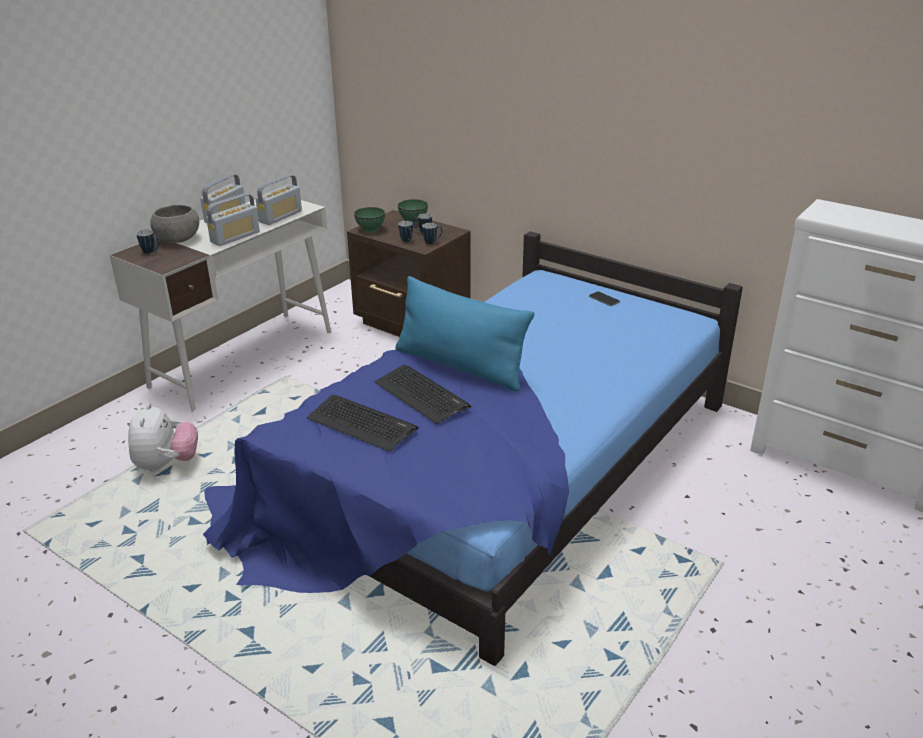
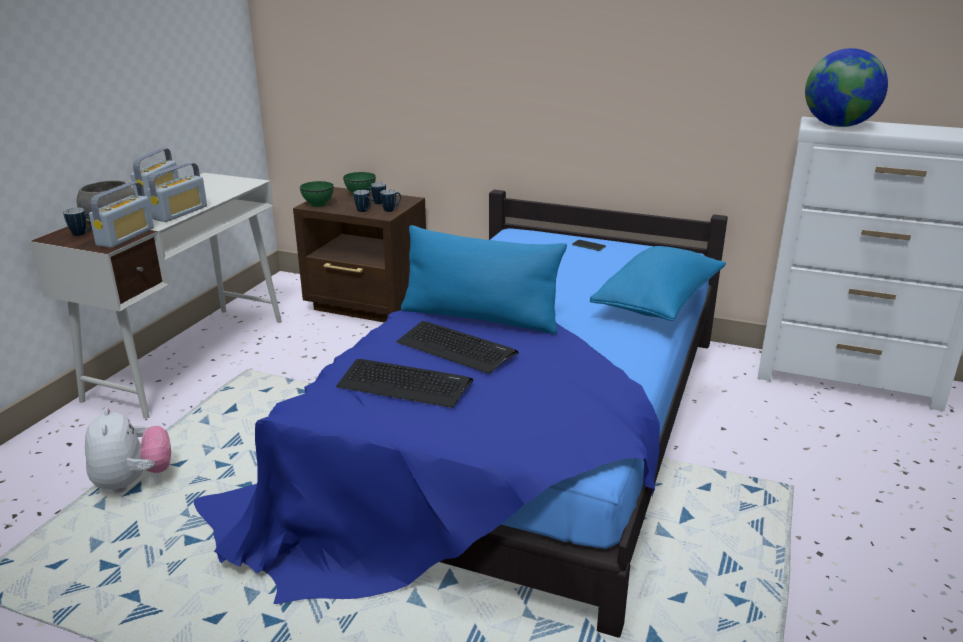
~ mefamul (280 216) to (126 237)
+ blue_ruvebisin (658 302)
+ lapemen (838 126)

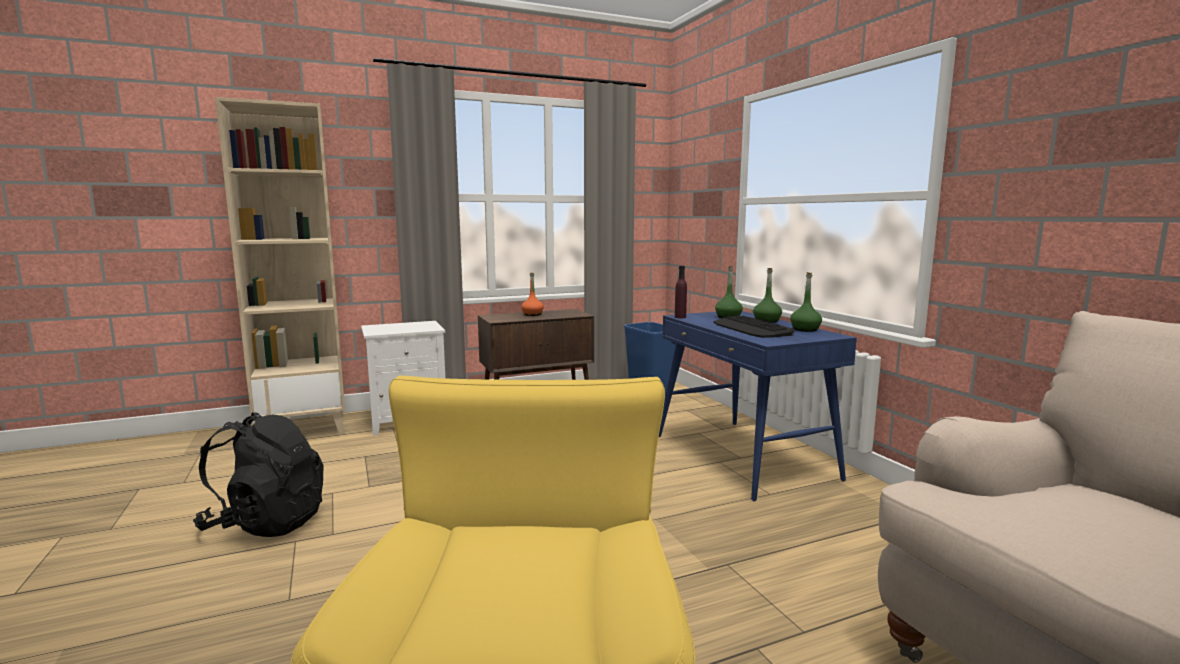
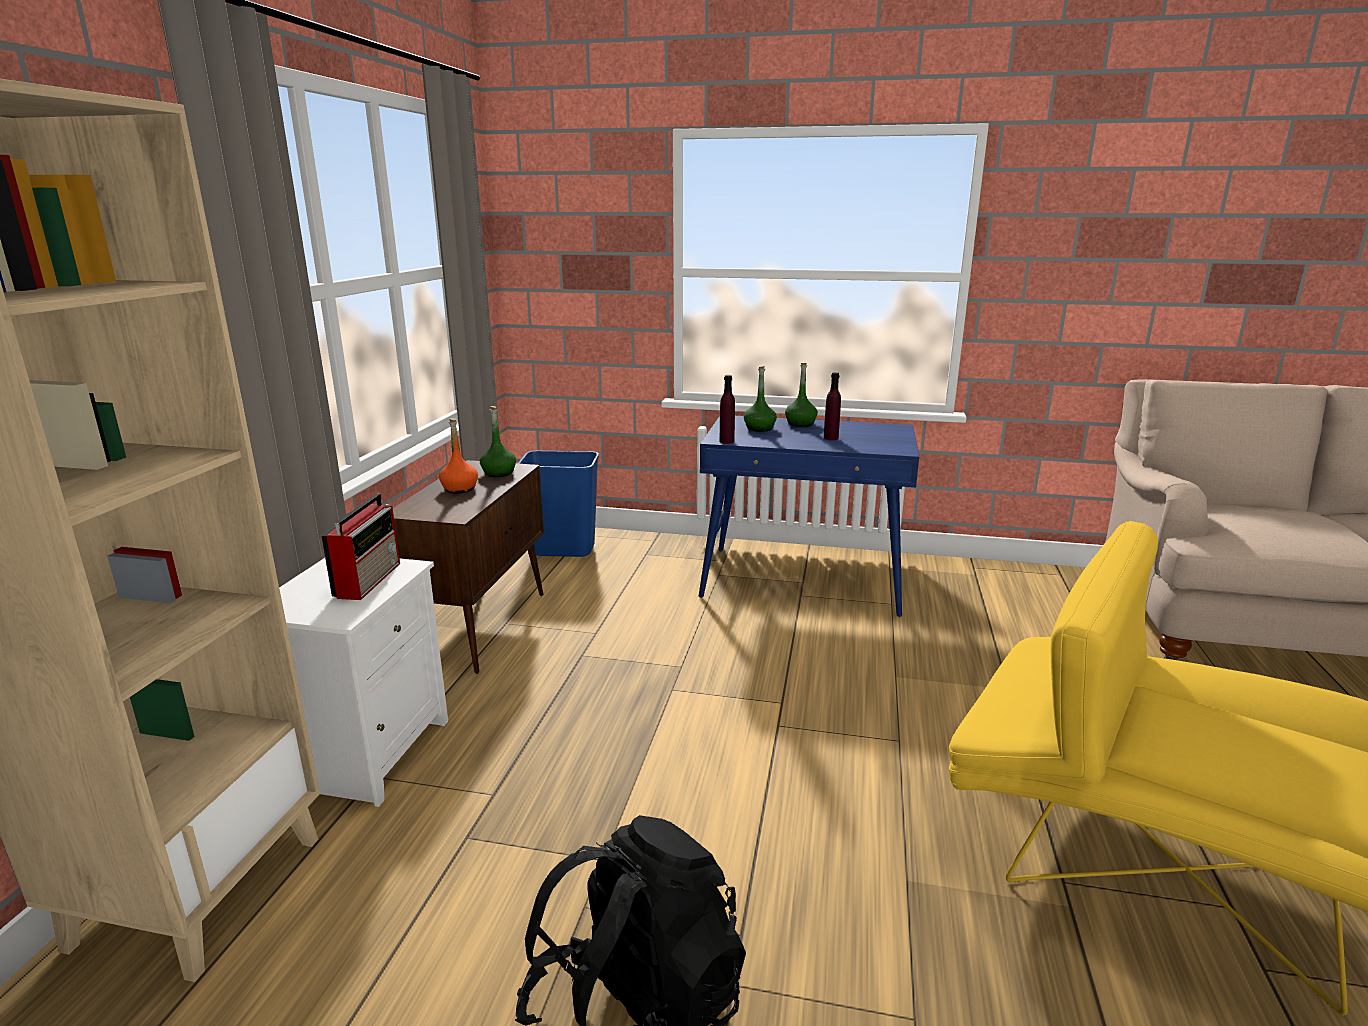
+ mefamul (369 579)
~ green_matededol (805 329) to (499 473)
~ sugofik (751 328) to purple_matededol (831 438)

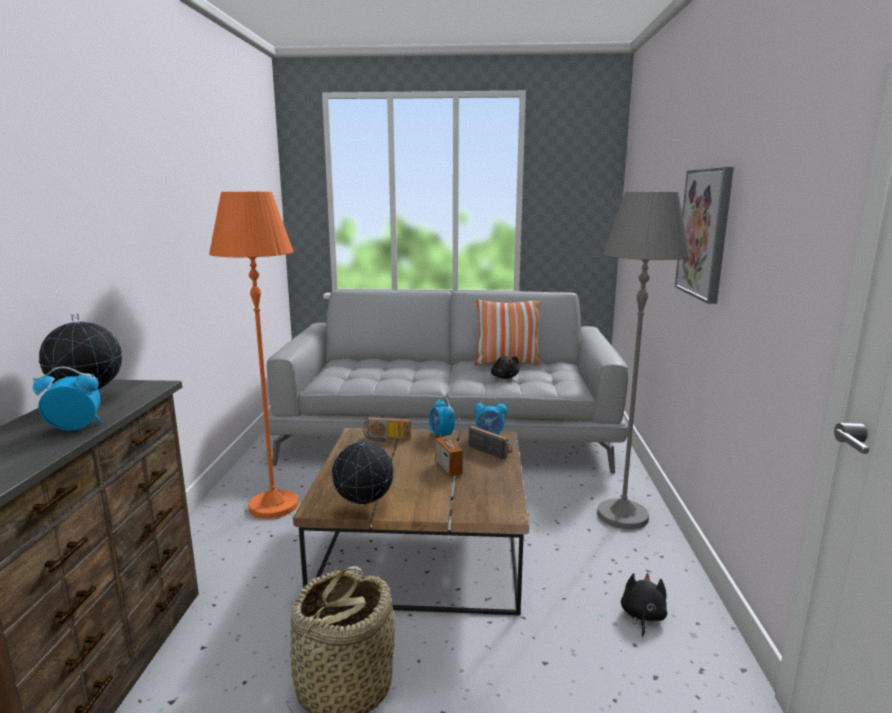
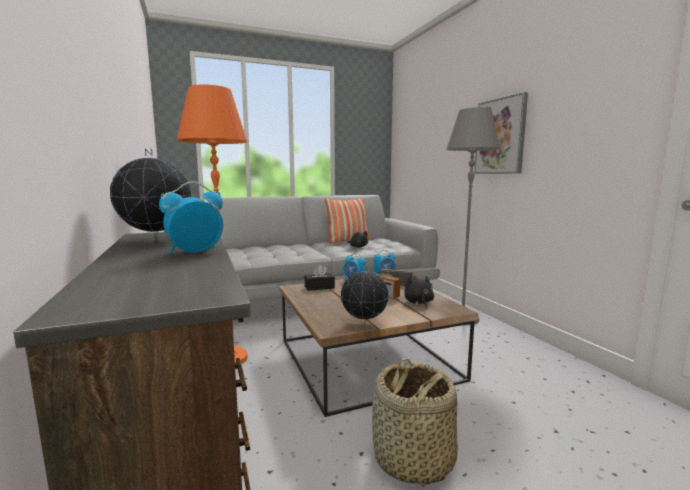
~ mefamul (386 439) to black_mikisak (319 287)
~ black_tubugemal (642 616) to (418 303)

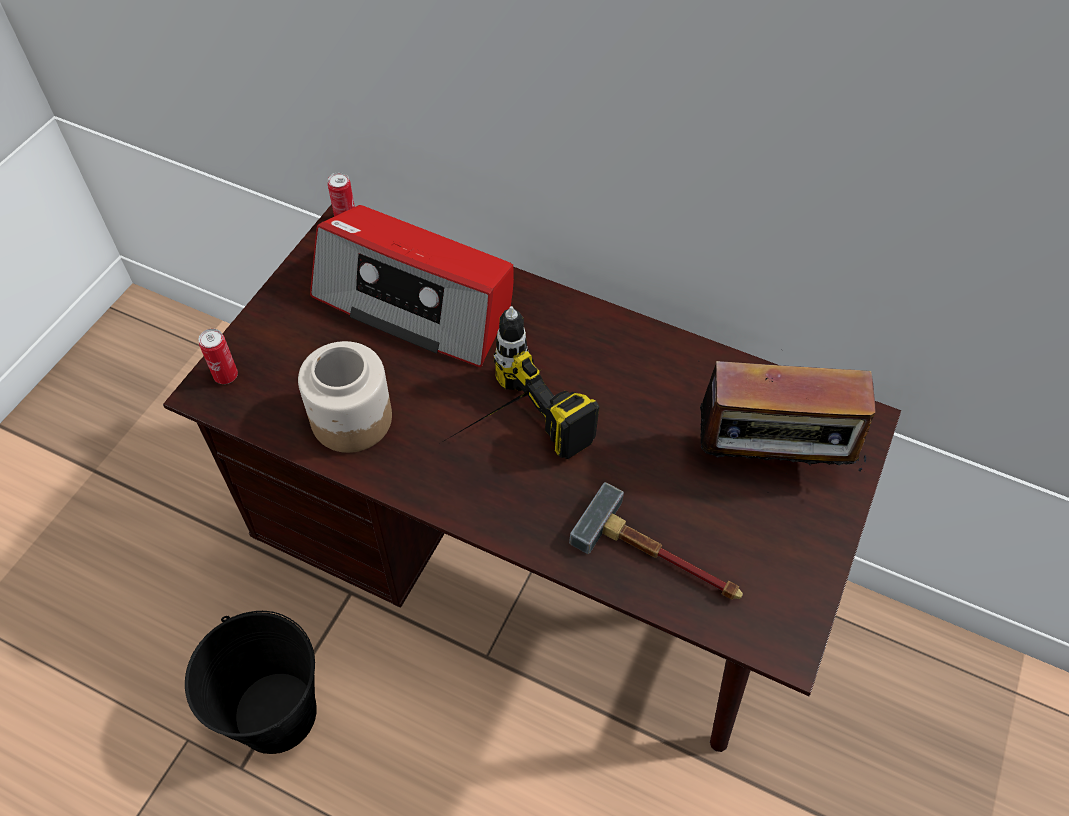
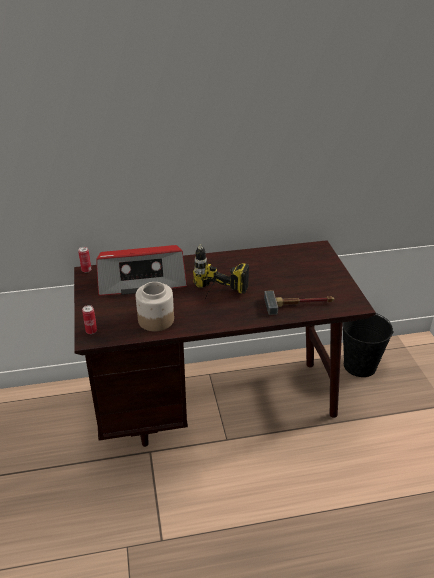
~ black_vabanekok (276 714) to (360 366)
- mefamul (768 460)

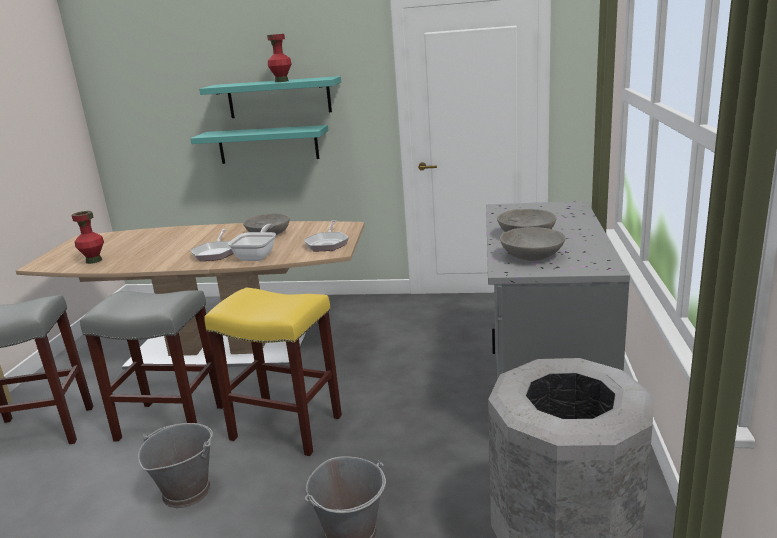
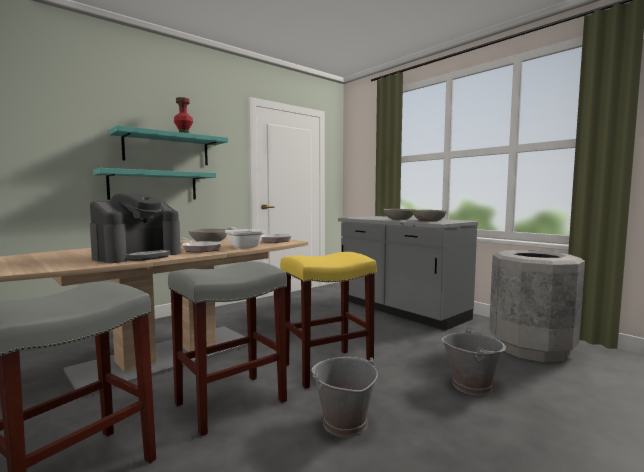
+ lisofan (138 256)
- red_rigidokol (94 260)

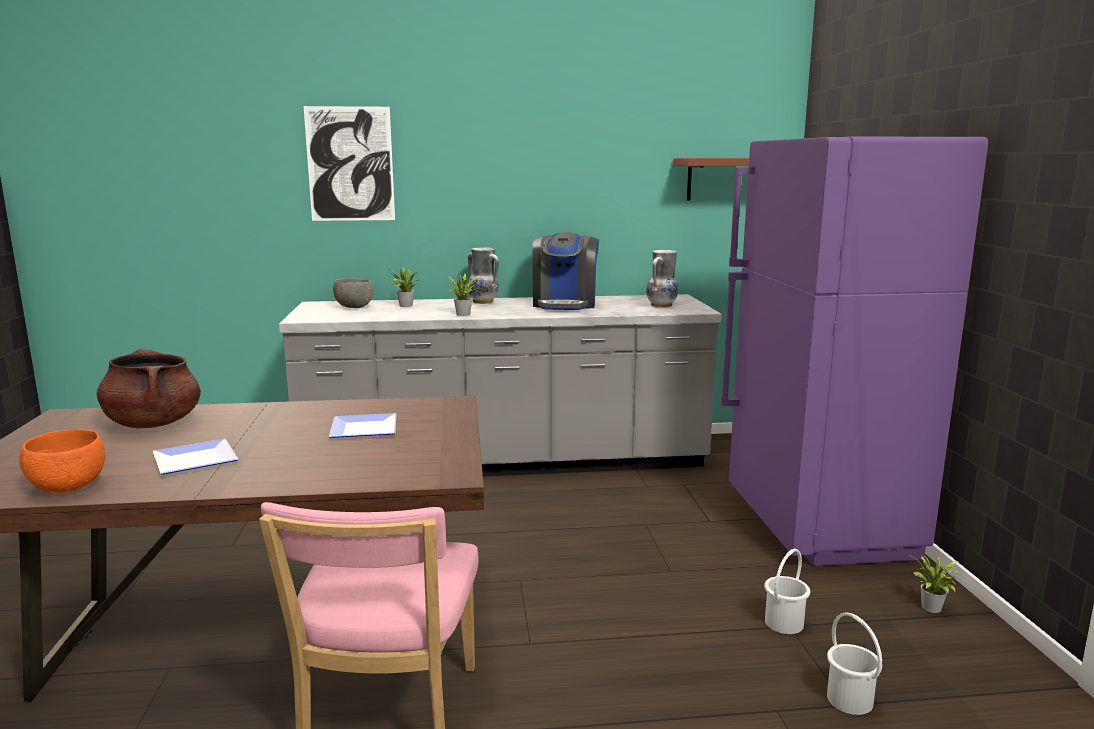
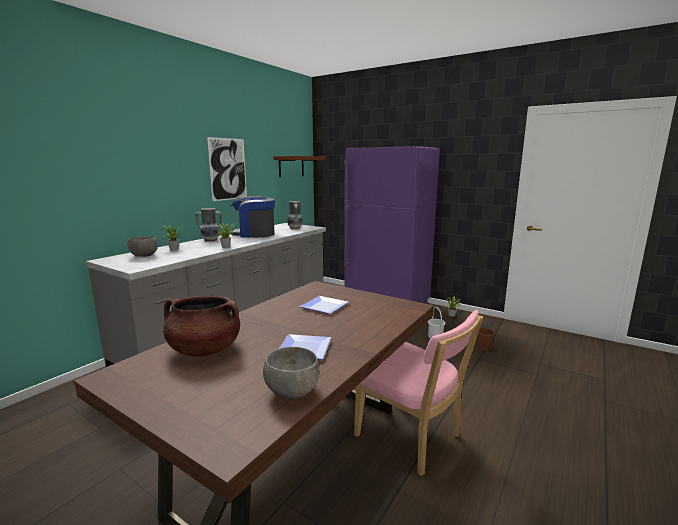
~ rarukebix (350 164) to (228 169)
~ lisofan (565 304) = (254 234) 135 degrees clockwise
~ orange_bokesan (67 488) to grey_bokesan (292 393)
~ white_vabanekok (850 699) to brown_vabanekok (483 346)

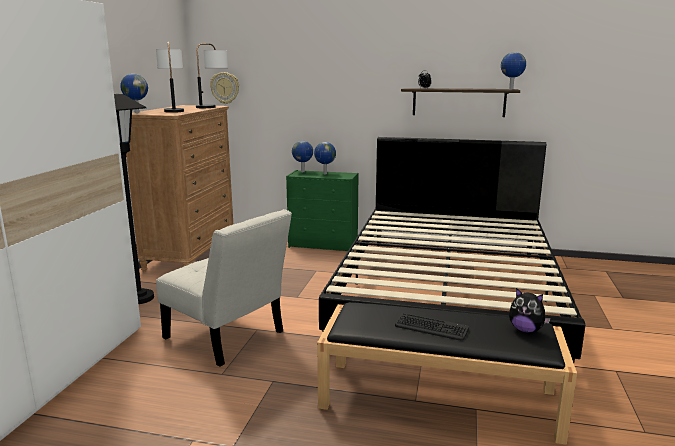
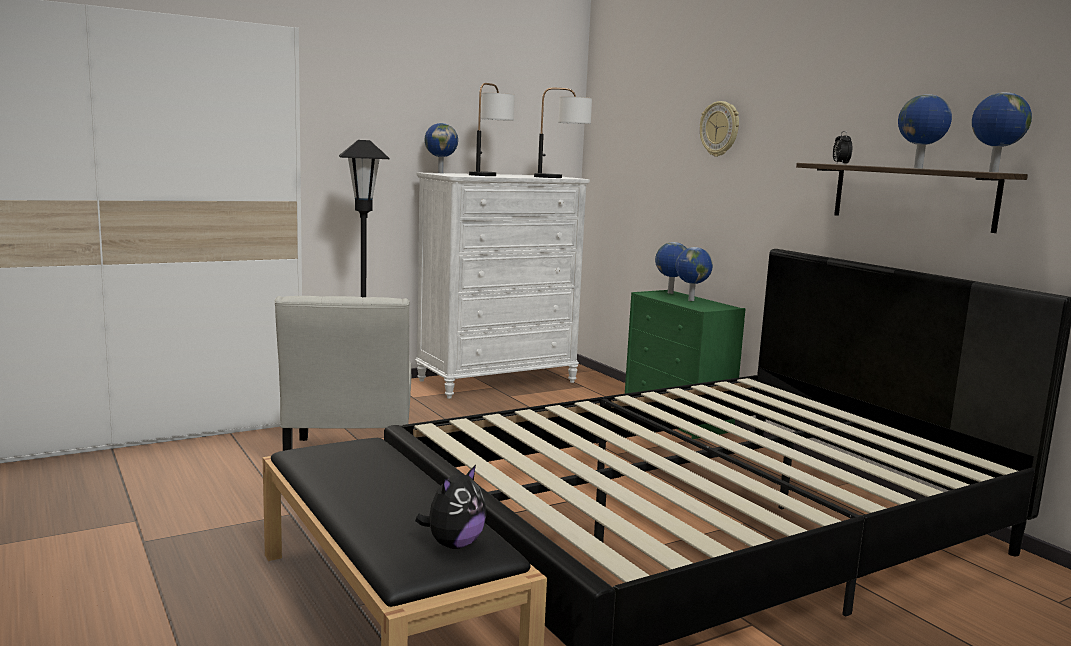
~ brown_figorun (191 255) to white_figorun (497 381)
~ tubugemal (526 330) = (453 544) 135 degrees counterclockwise
~ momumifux (225 88) to (720 129)
+ lapemen (918 168)
- sugofik (431 328)

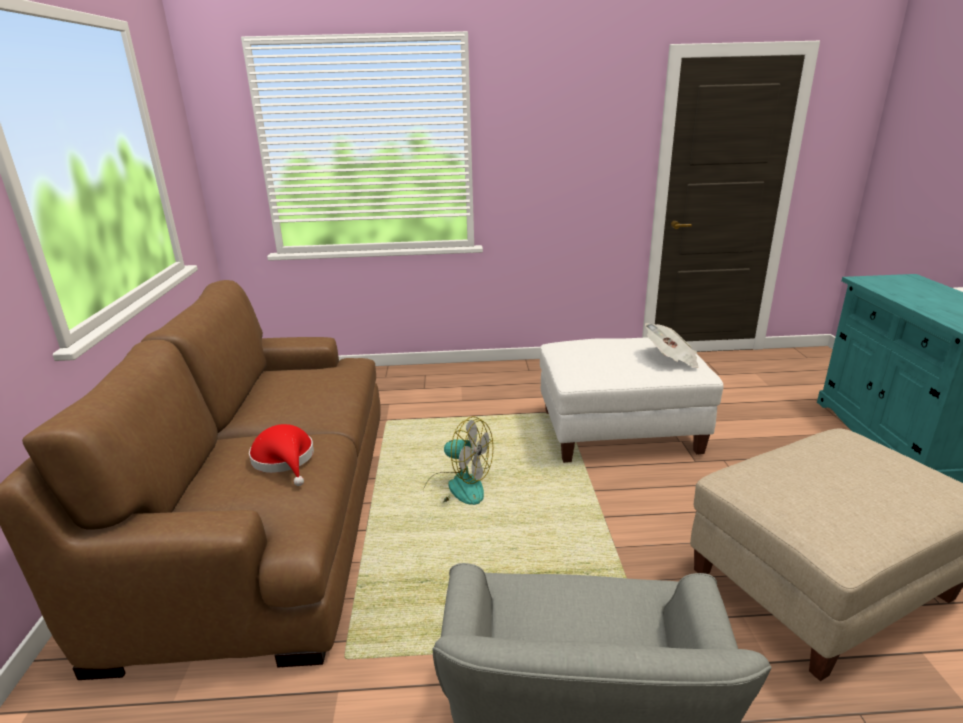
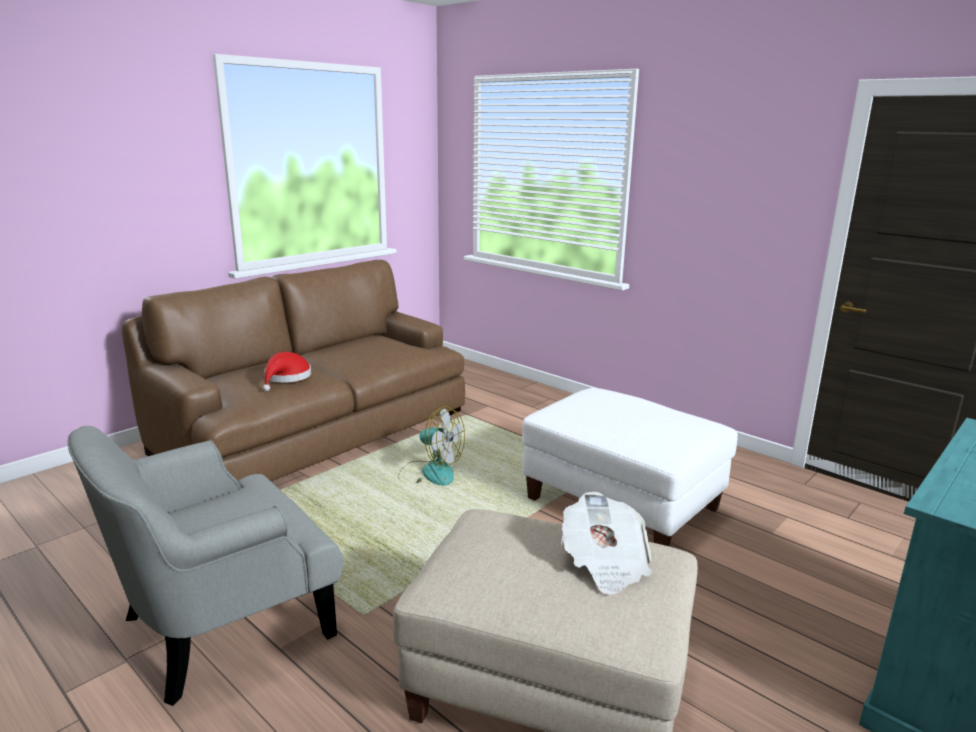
~ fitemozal (457 487) = (430 473) 45 degrees counterclockwise
~ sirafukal (671 359) to (604 564)

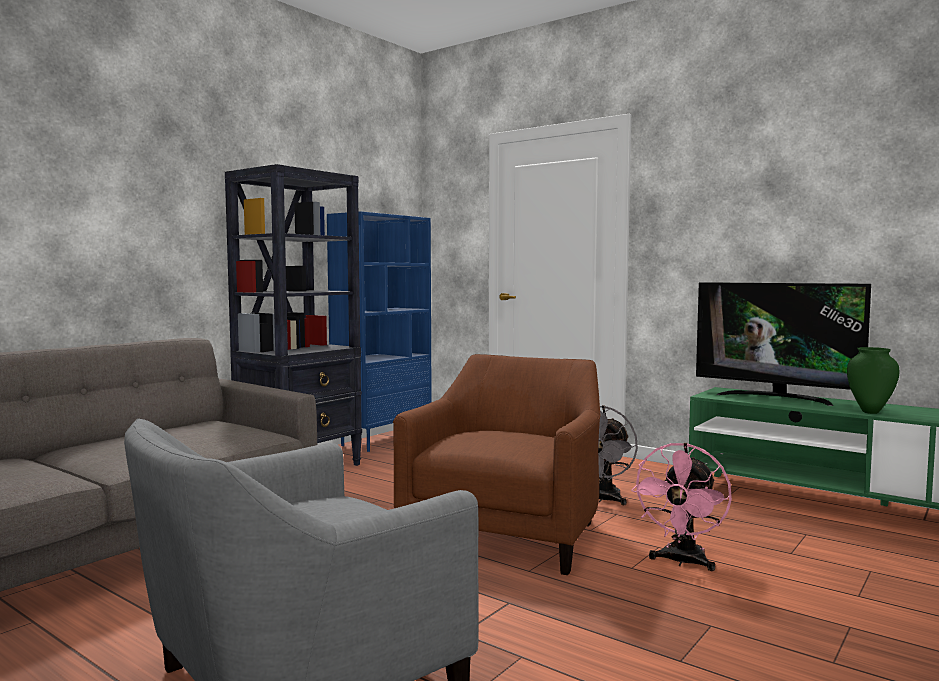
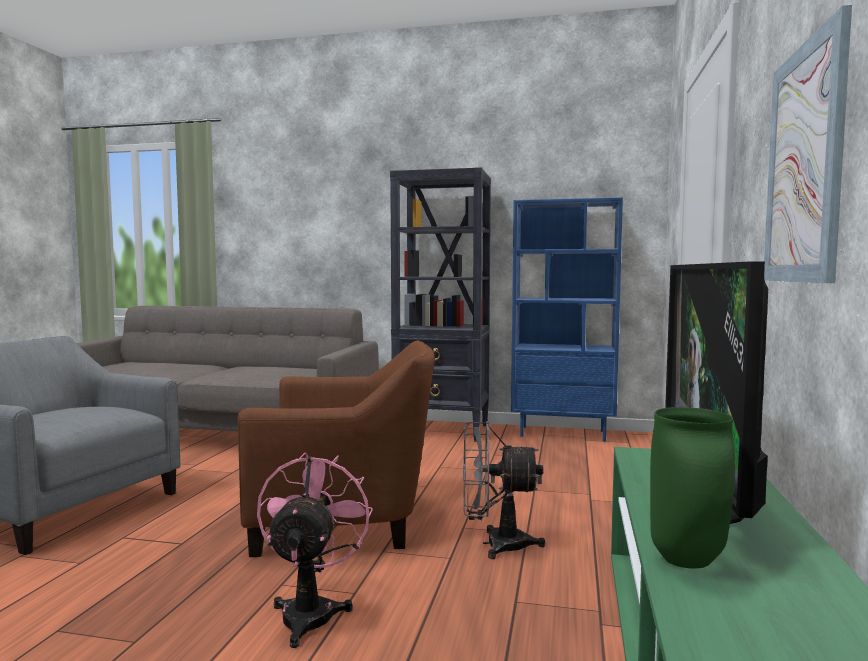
~ pink_fitemozal (682 562) = (311 611) 90 degrees clockwise
+ rarukebix (804 164)

